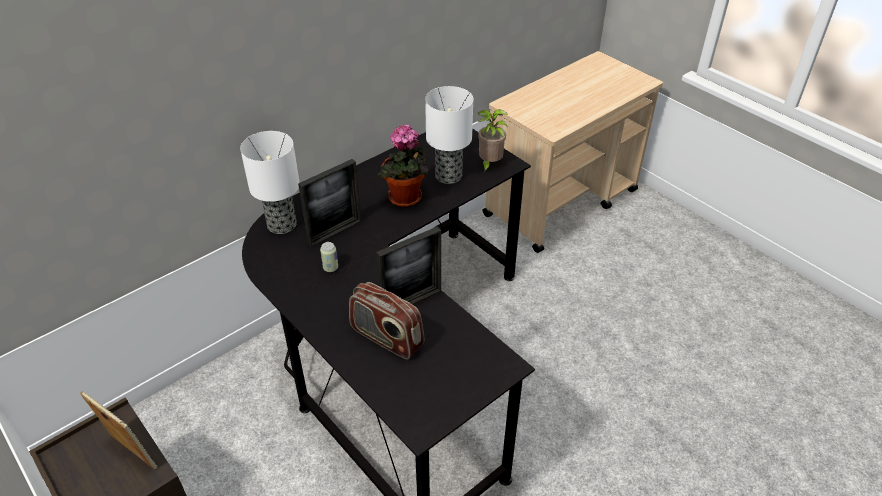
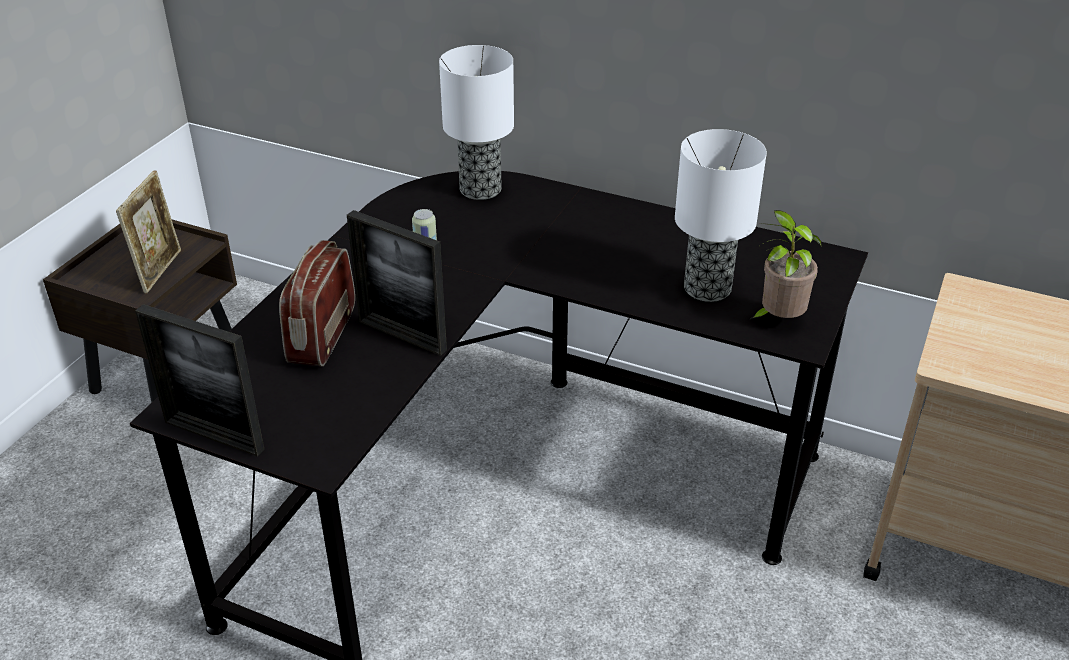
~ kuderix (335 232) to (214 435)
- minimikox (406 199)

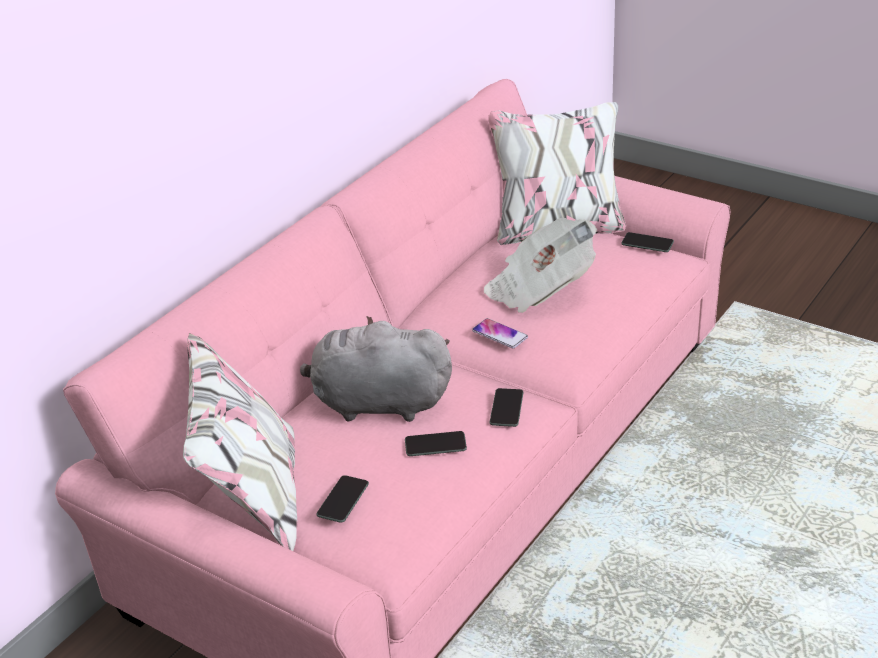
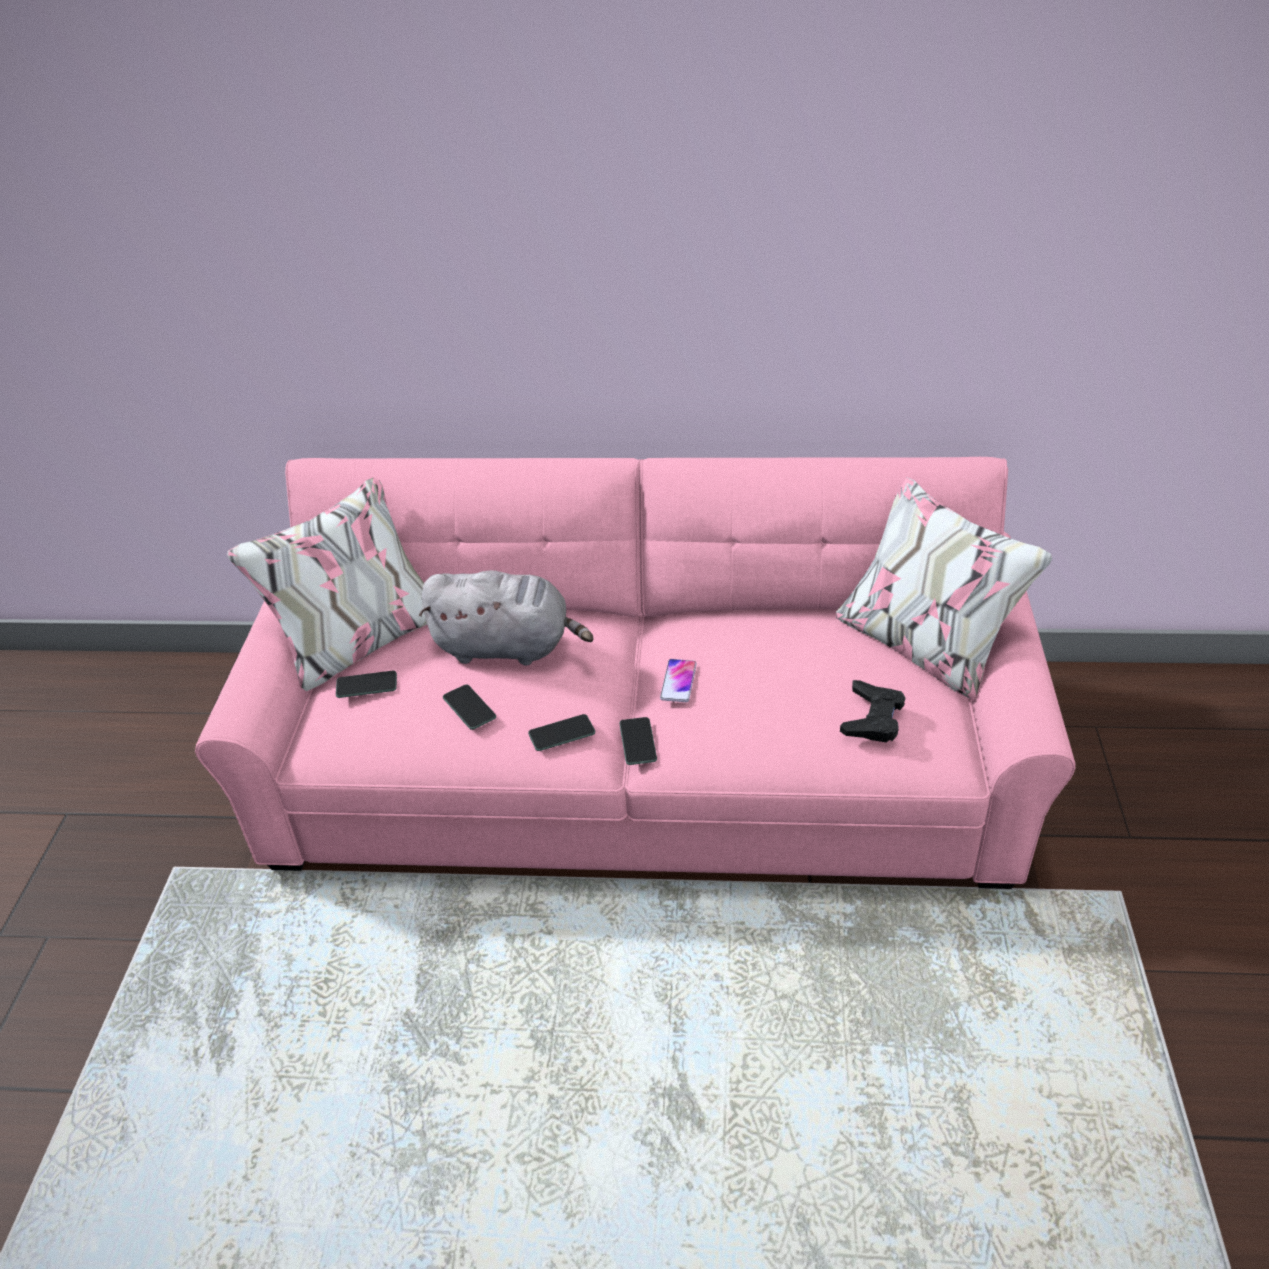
~ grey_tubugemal (376 404) = (507 647) 120 degrees clockwise
~ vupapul (647 243) to (638 741)
+ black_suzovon (873 718)
- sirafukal (540 289)

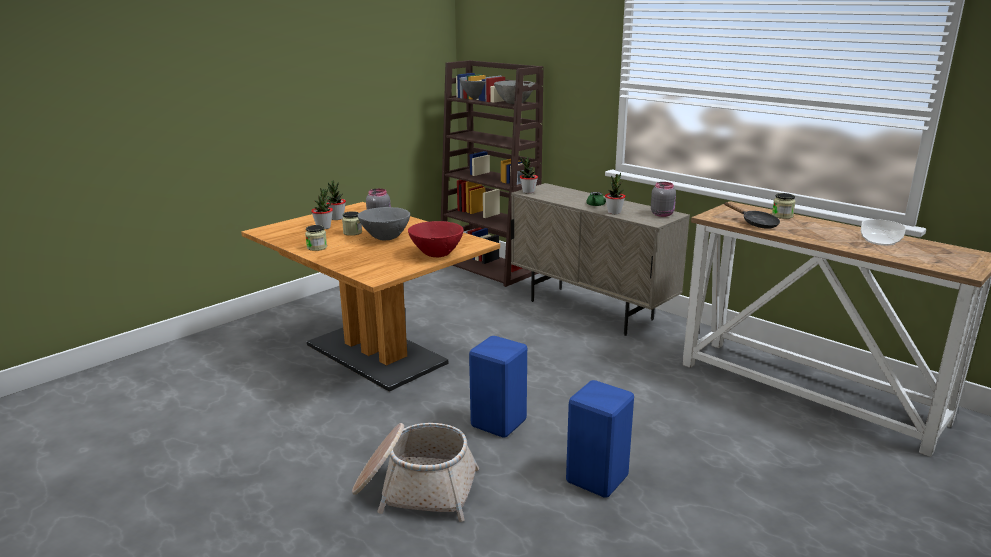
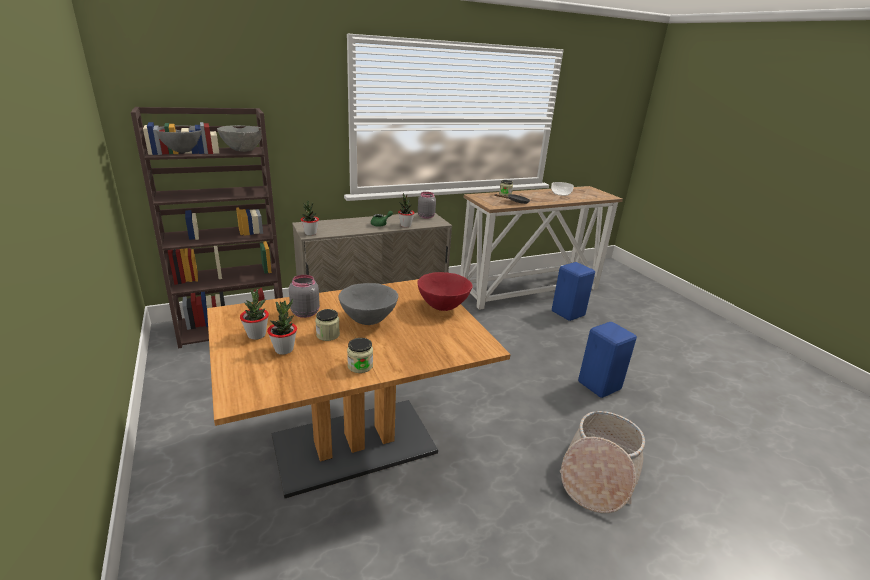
~ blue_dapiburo (499 424) to (569 313)

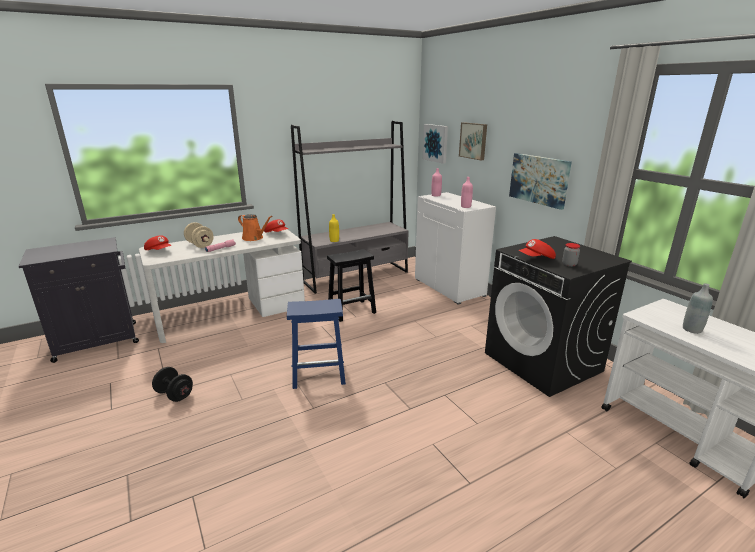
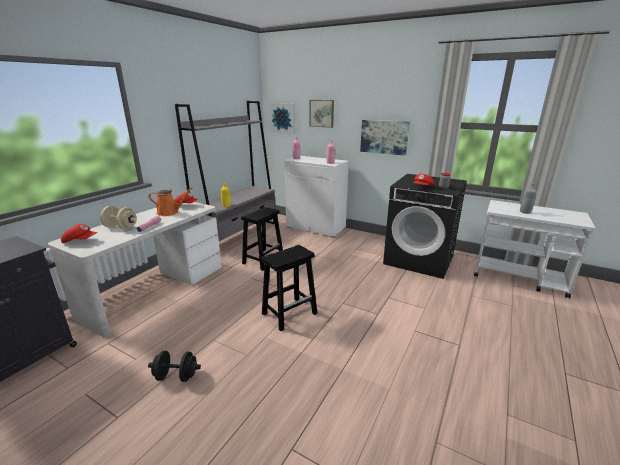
~ blue_dapiburo (319 374) to black_dapiburo (290 313)

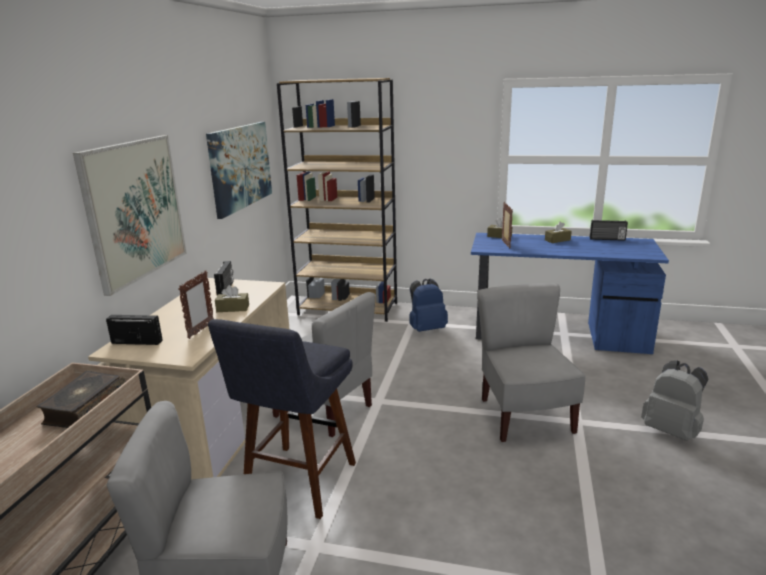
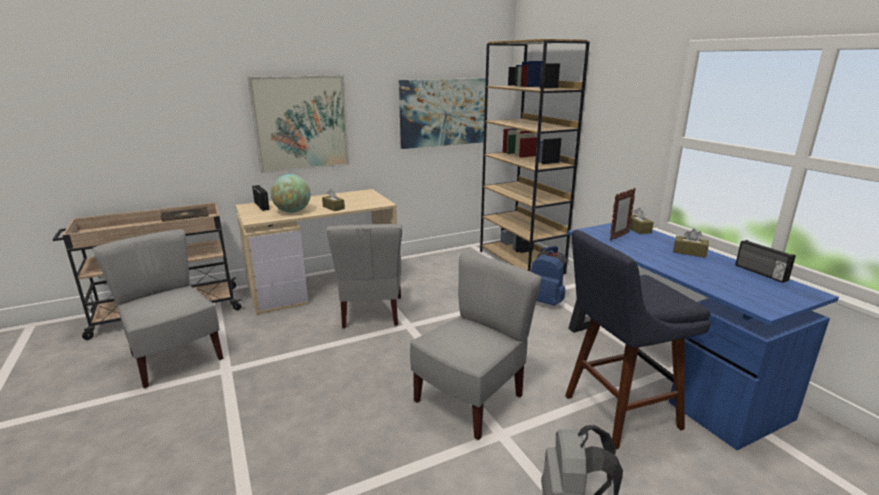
~ kuderix (201 330) to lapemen (292 211)
~ blue_dapiburo (297 485) to (615 413)
- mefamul (226 288)

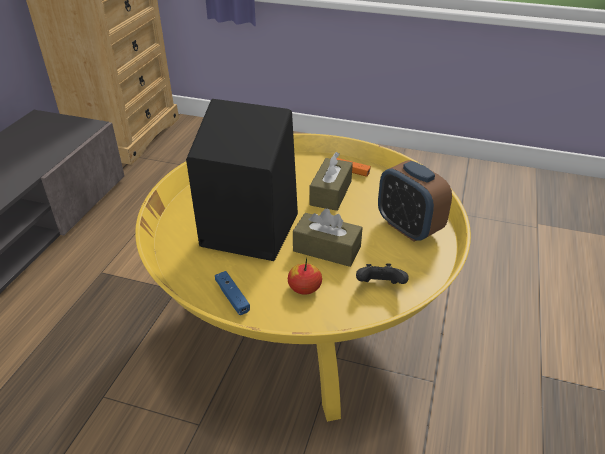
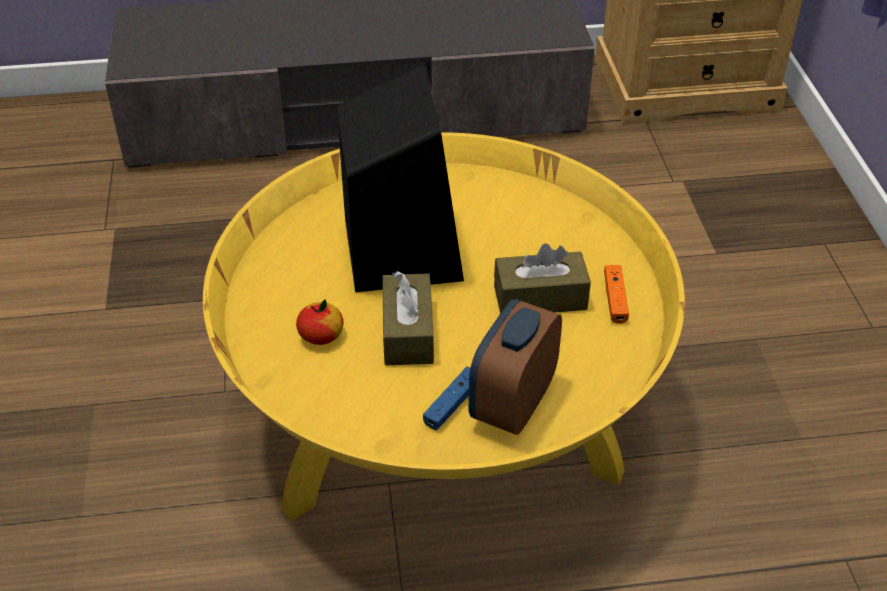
~ blue_suzovon (232 297) to (452 404)
- black_suzovon (380 286)

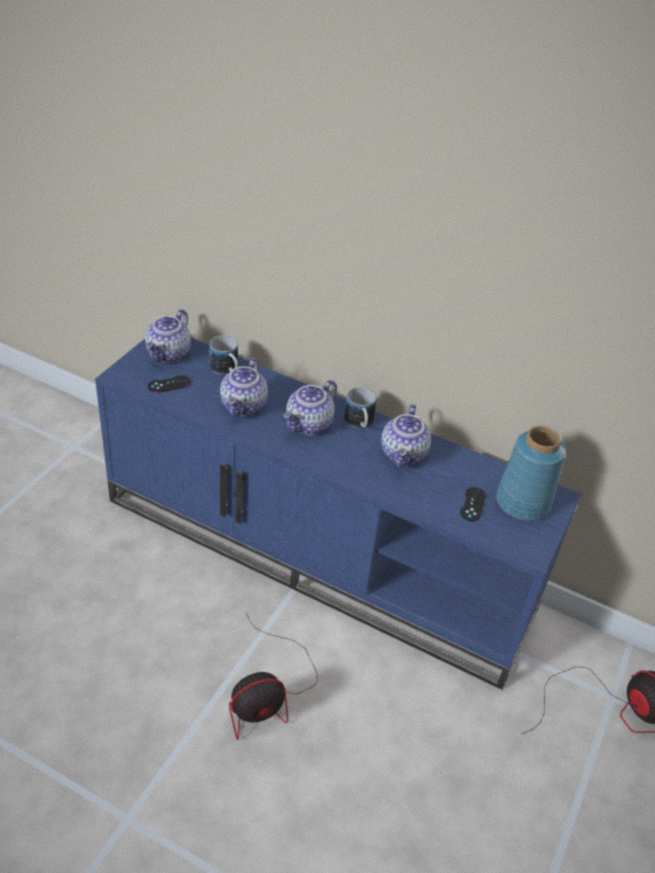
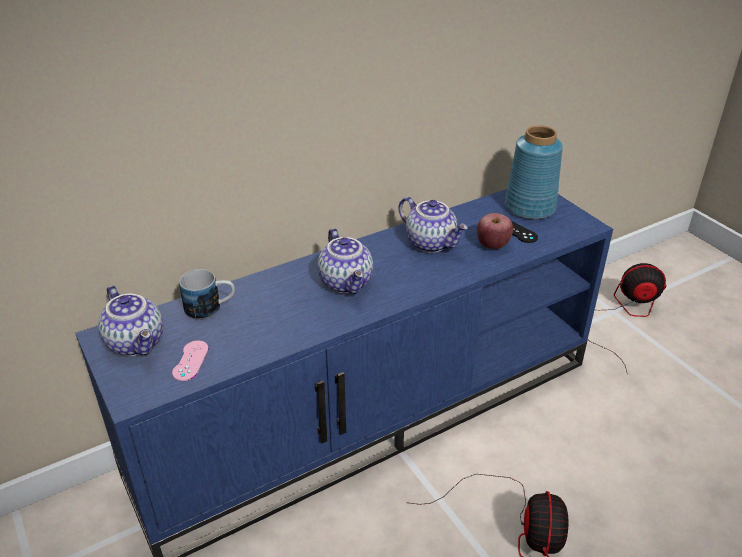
~ black_suzovon (169 384) to pink_suzovon (190 360)
+ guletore (493 245)
- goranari (244 406)
- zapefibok (360 424)

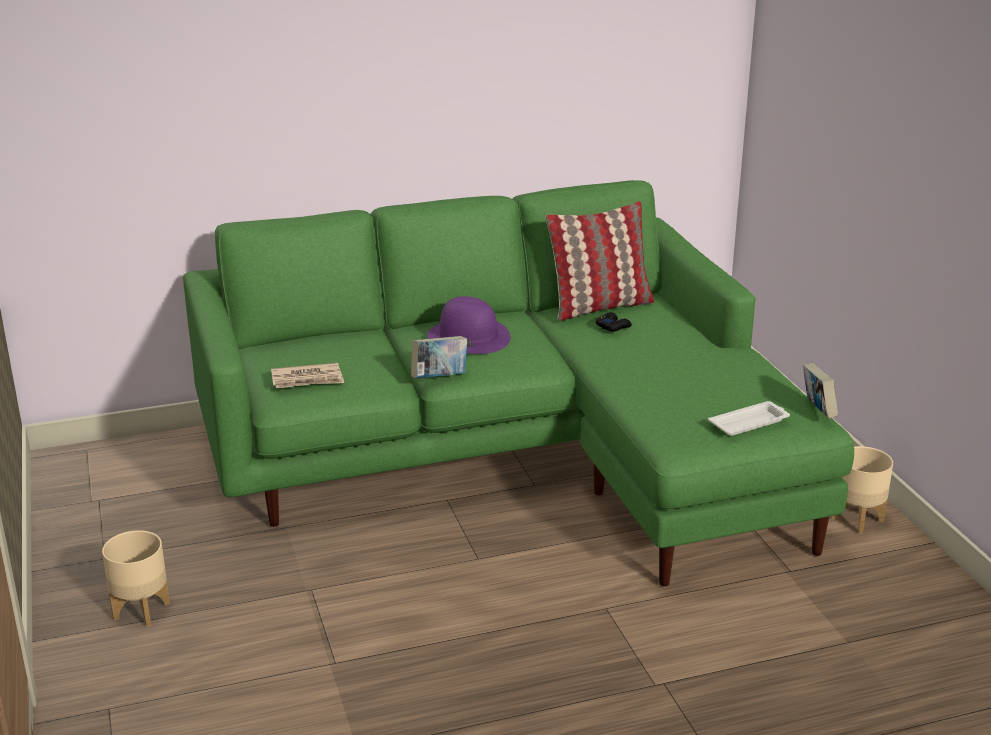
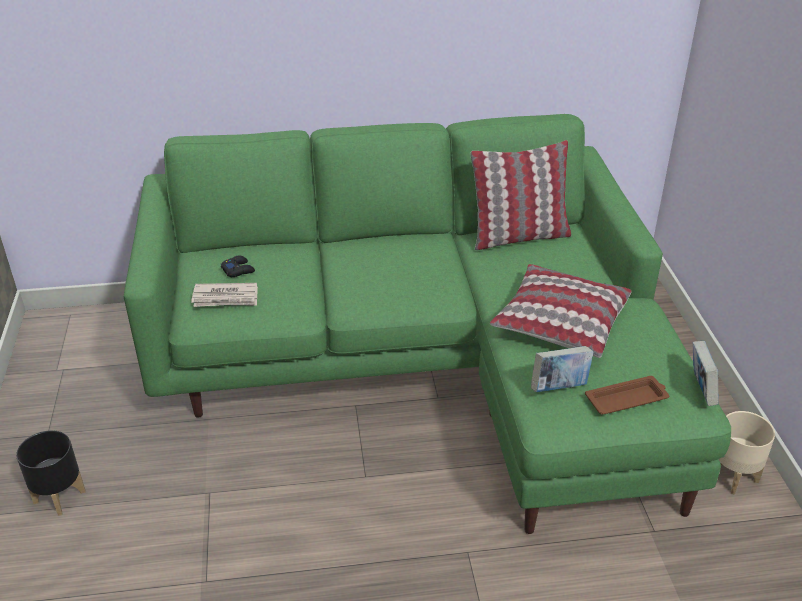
~ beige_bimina (141 611) to black_bimina (59 497)
~ black_suzovon (613 326) to (238 270)
+ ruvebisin (560 322)
~ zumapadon (439 378) to (559 387)
~ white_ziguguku (750 423) to brown_ziguguku (627 399)
- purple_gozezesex (468 337)

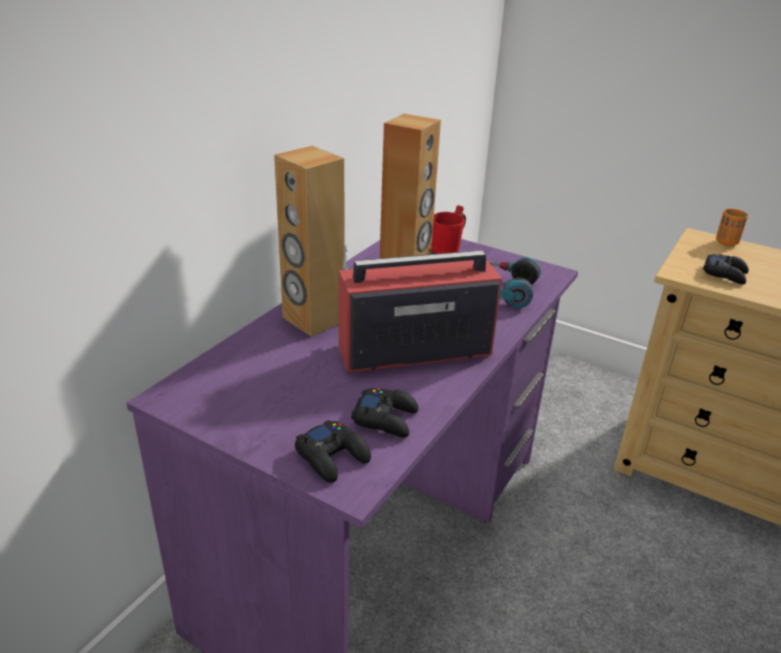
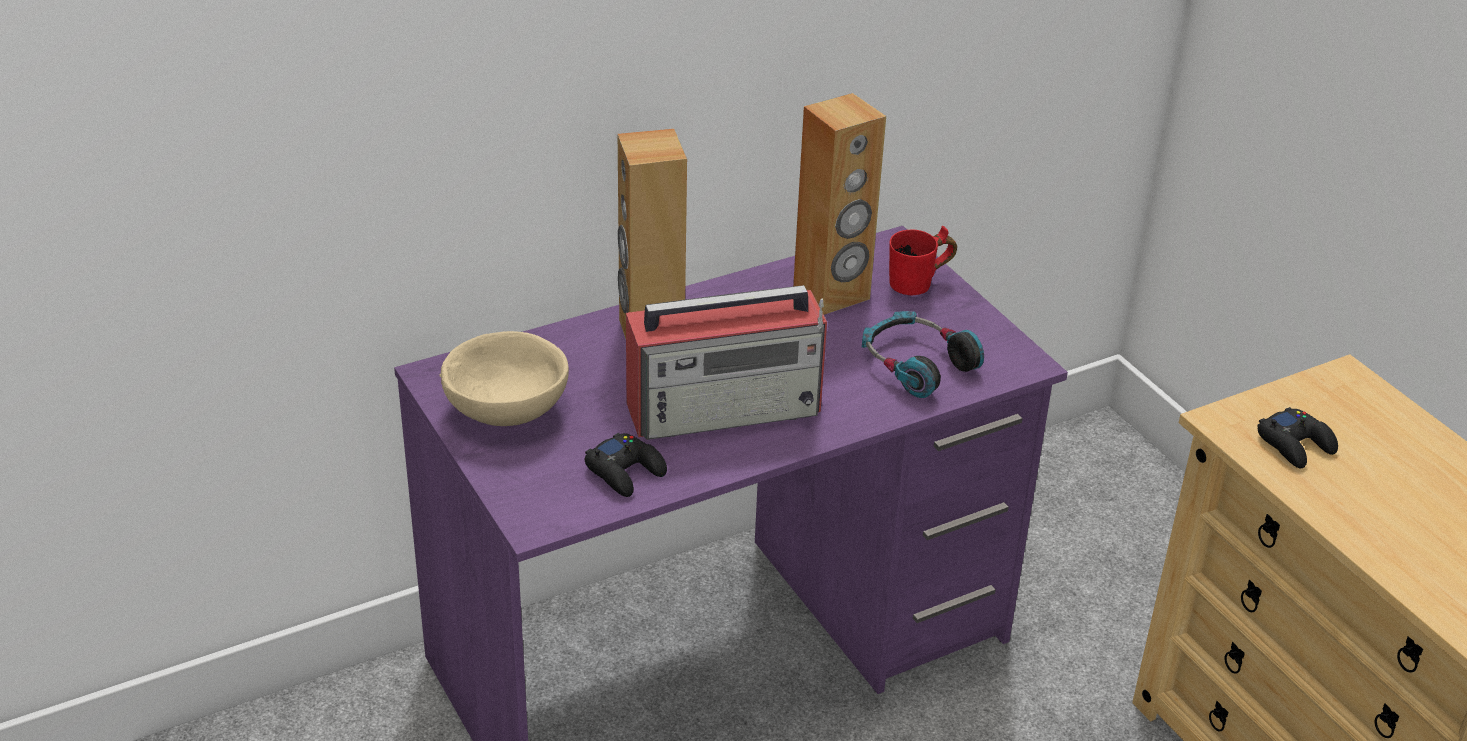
+ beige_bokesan (508 409)
~ mefamul (412 351) = (727 408) 150 degrees clockwise
- black_suzovon (333 457)
- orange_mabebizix (726 242)

